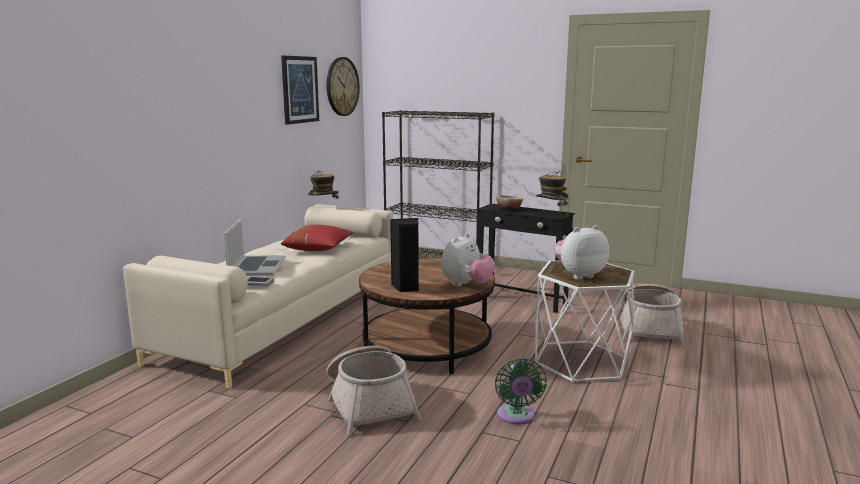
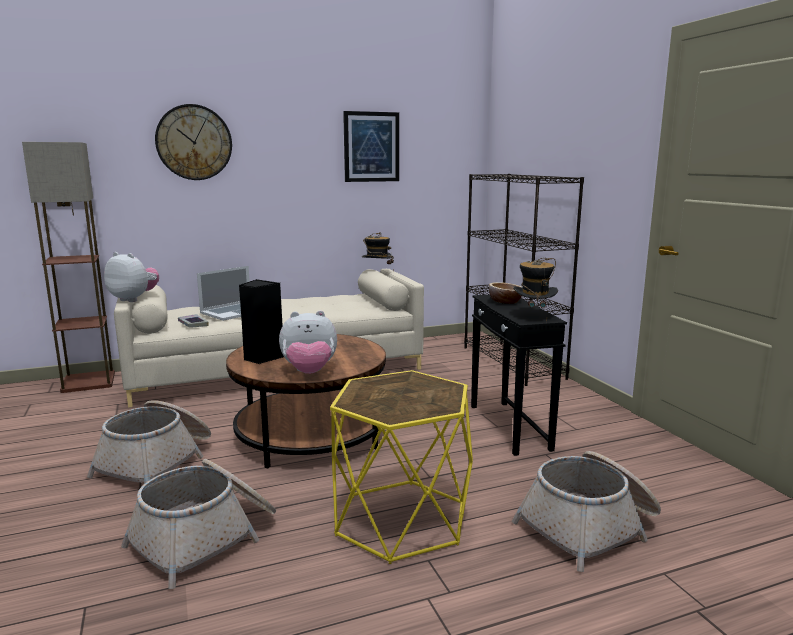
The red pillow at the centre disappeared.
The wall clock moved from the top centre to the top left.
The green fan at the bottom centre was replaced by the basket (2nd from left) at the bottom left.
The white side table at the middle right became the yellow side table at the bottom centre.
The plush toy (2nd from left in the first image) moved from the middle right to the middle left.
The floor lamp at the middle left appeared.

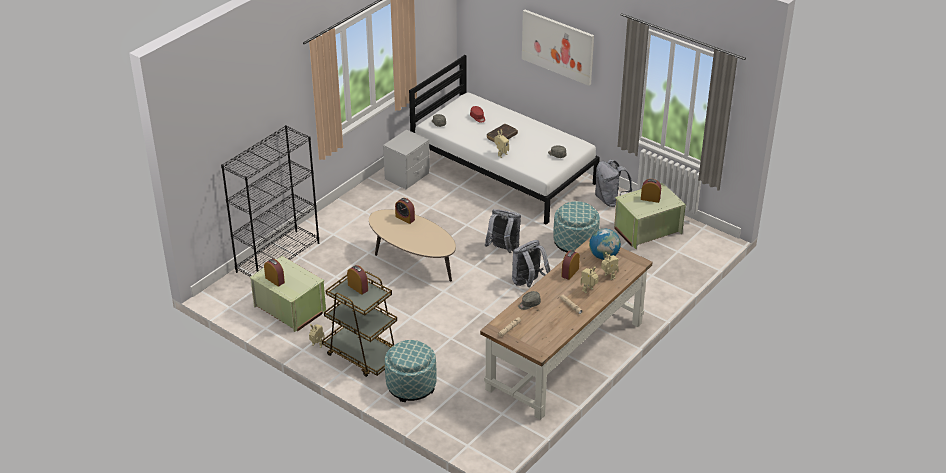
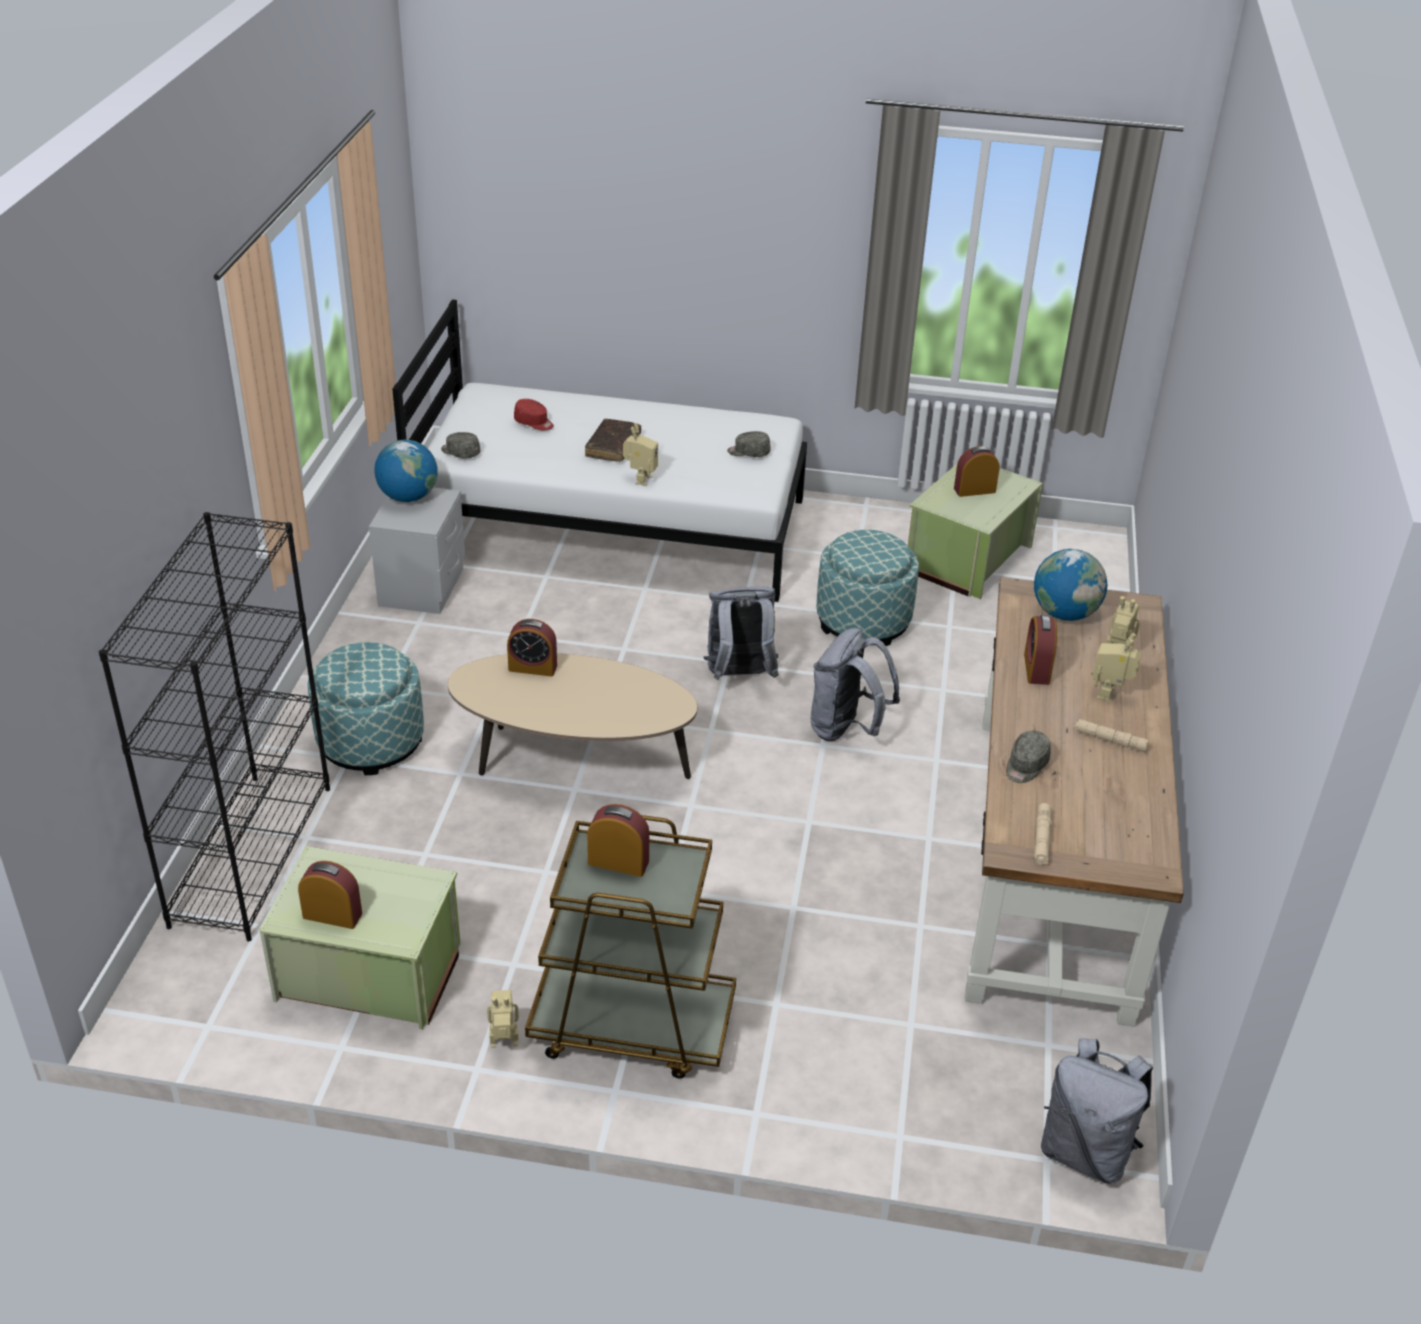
The ottoman (1st from left) moved from the bottom centre to the middle left.
The picture at the top centre disappeared.
The grey backpack (3rd from left) moved from the centre to the bottom right.
The globe (1st from left) at the middle left appeared.

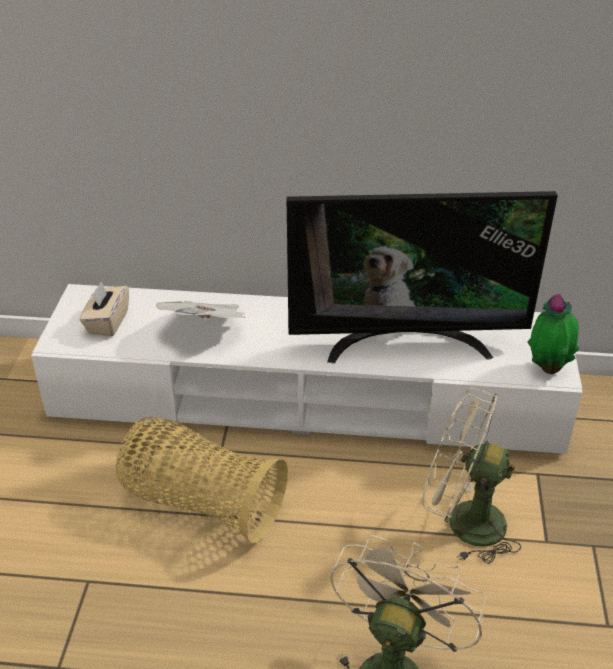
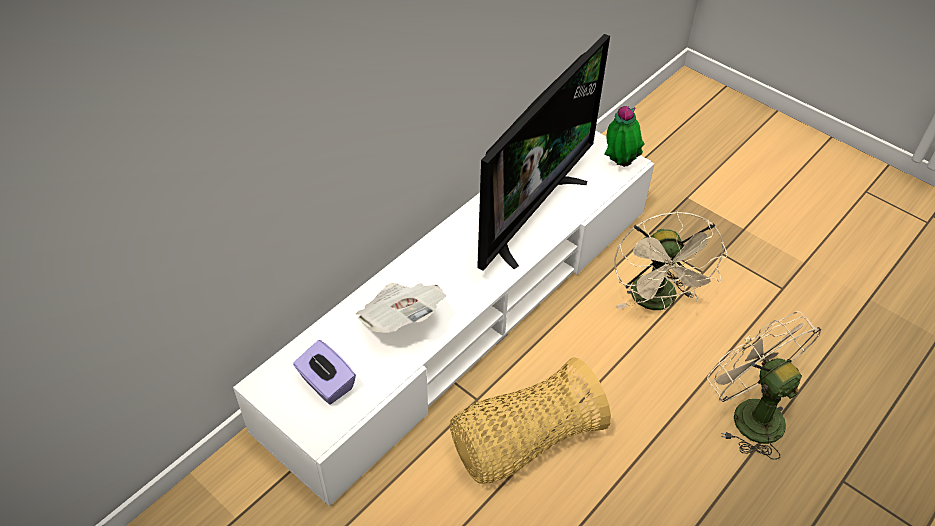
The beige tissue box at the middle left became the purple tissue box at the bottom centre.
The beige fan (2nd from left in the first image) at the bottom right turned 60 degrees counterclockwise.

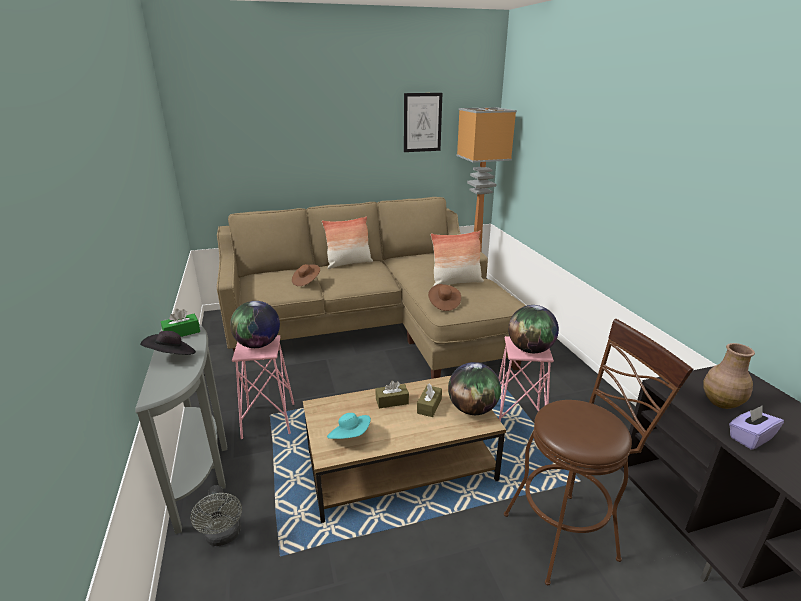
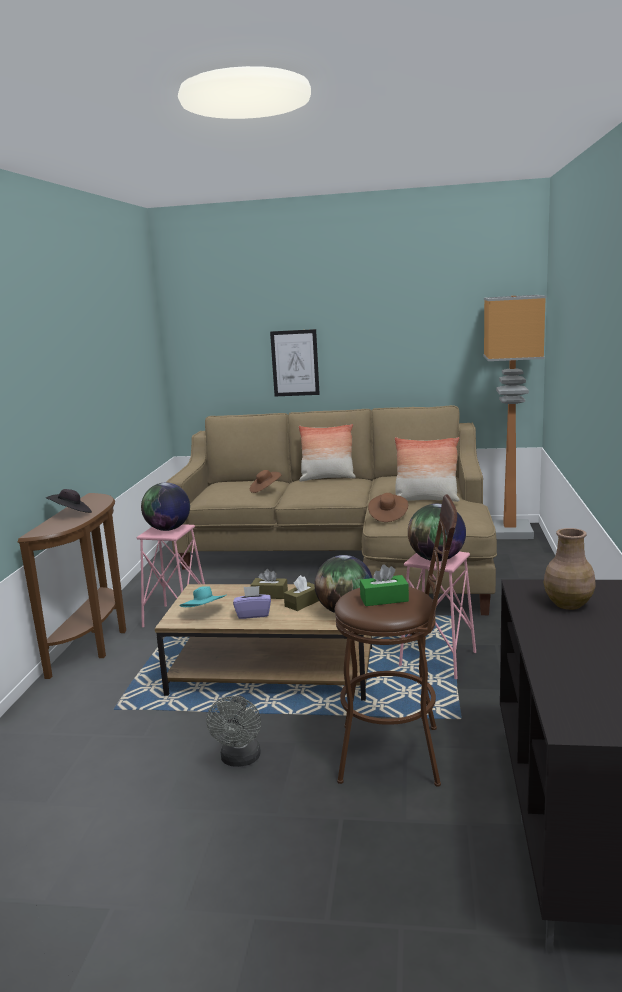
The grey console table at the bottom left became the brown console table at the middle left.
The green tissue box moved from the middle left to the centre.
The grey fan moved from the bottom left to the bottom centre.
The picture moved from the top centre to the centre.
The purple tissue box moved from the bottom right to the centre.

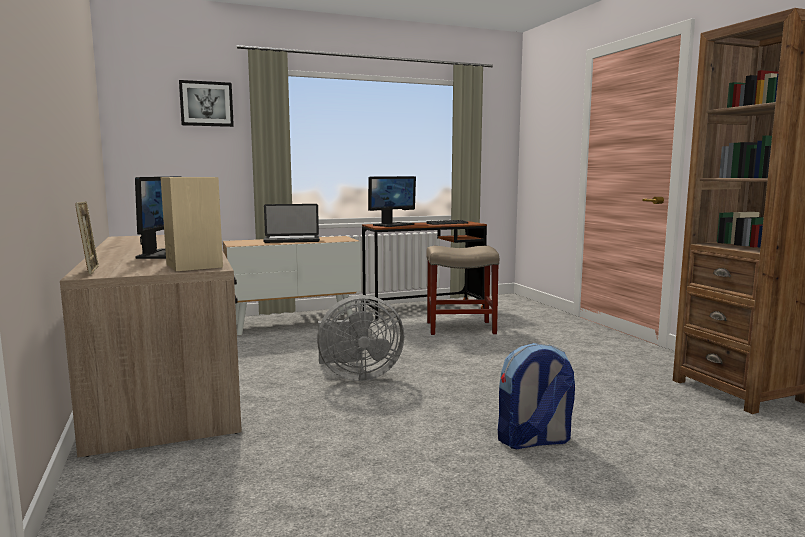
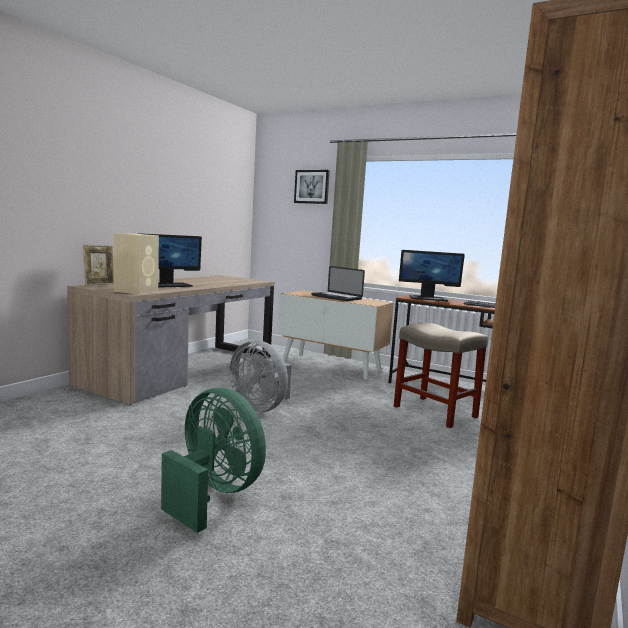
The backpack at the bottom centre was replaced by the green fan at the bottom centre.

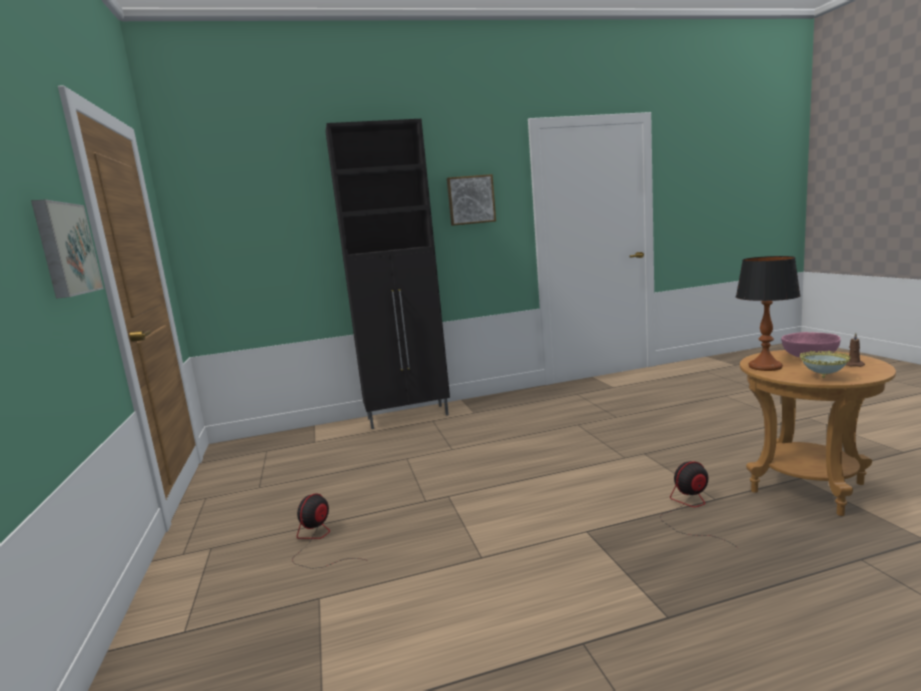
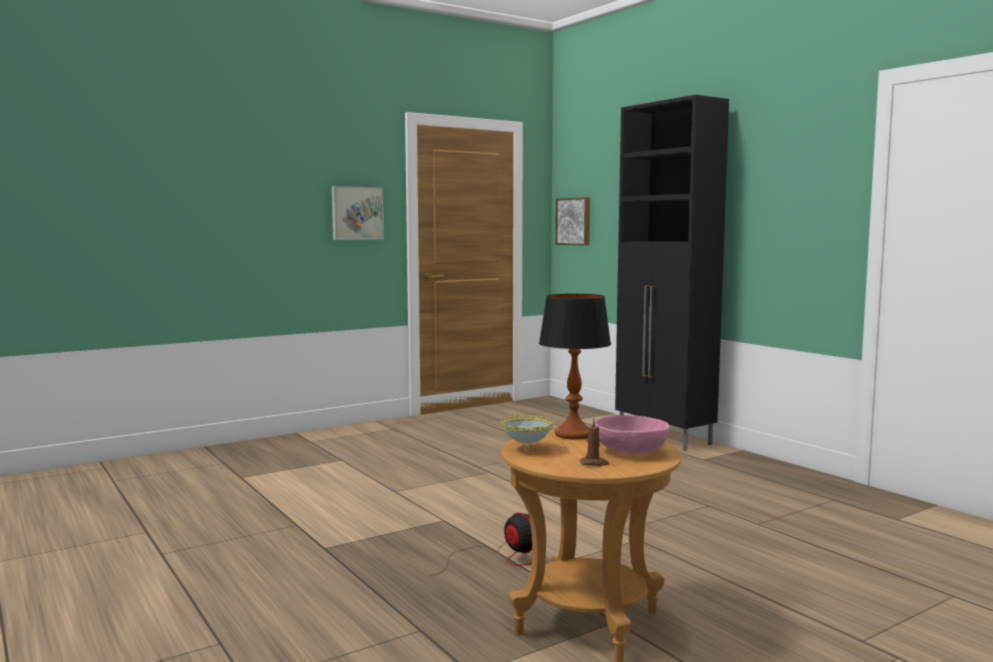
The fan (1st from left) at the bottom centre disappeared.
The picture (2nd from left) moved from the top centre to the centre.

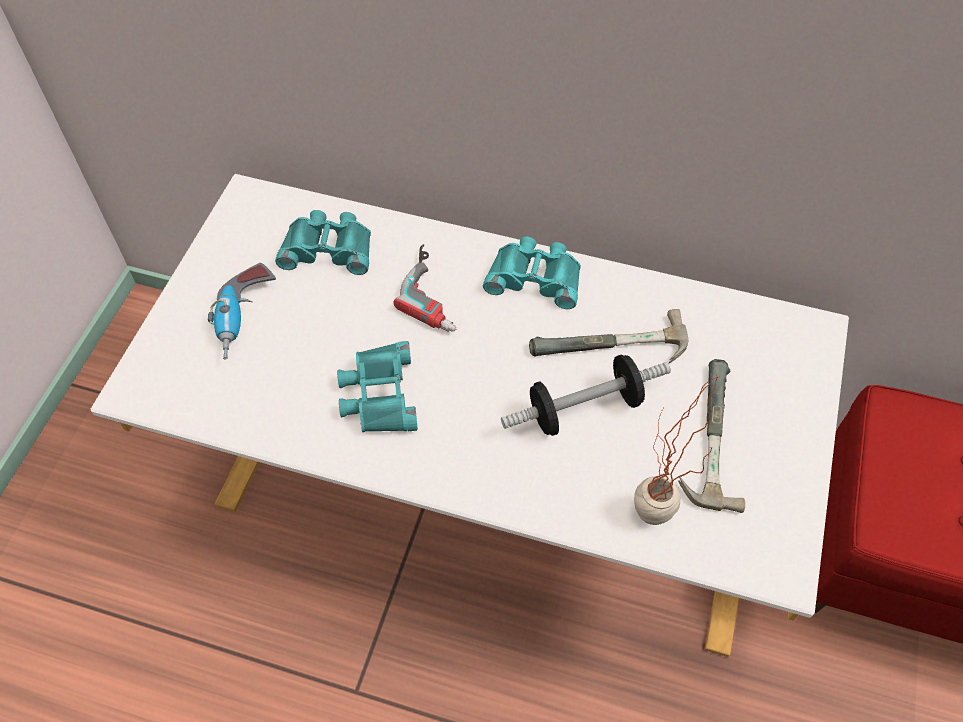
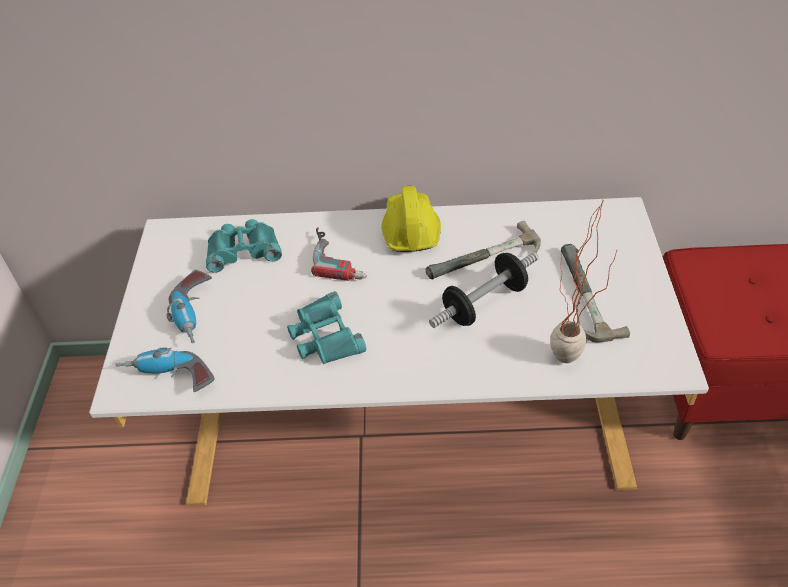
The turquoise binoculars (3rd from left) at the centre was replaced by the yellow hard hat at the centre.
The power drill (1st from left) at the middle left appeared.

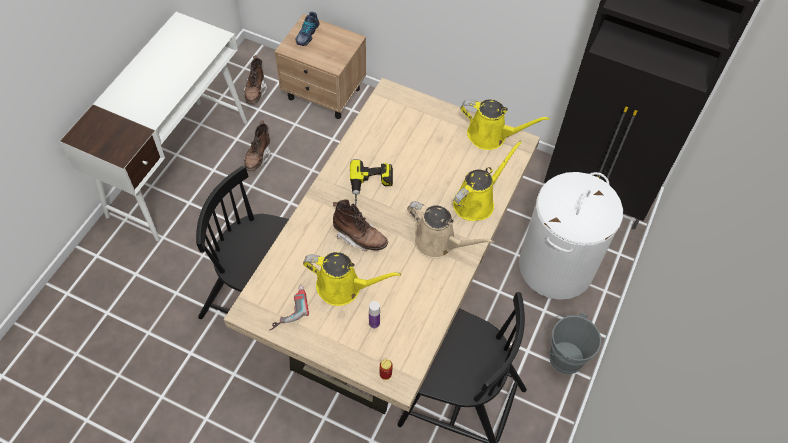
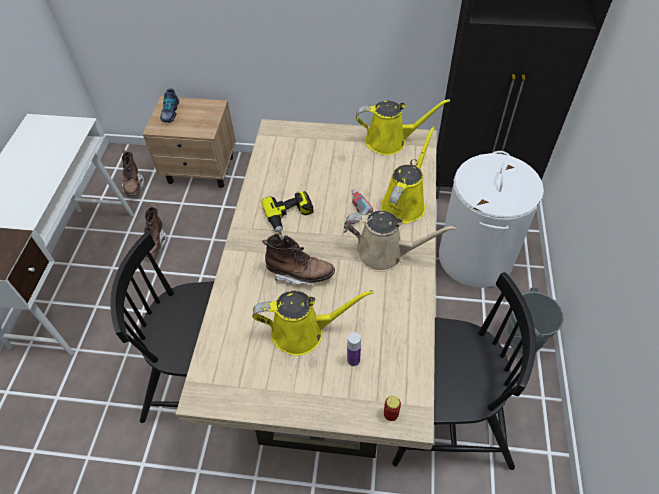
The power drill (1st from left in the first image) moved from the bottom centre to the centre.

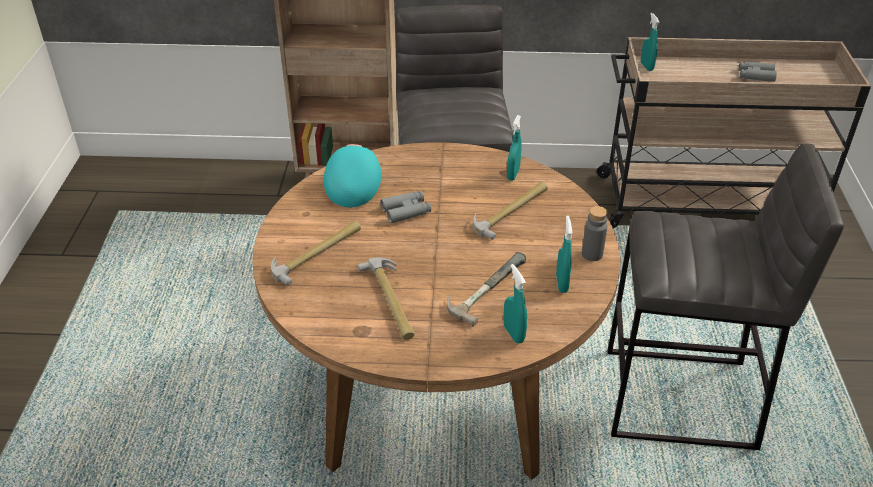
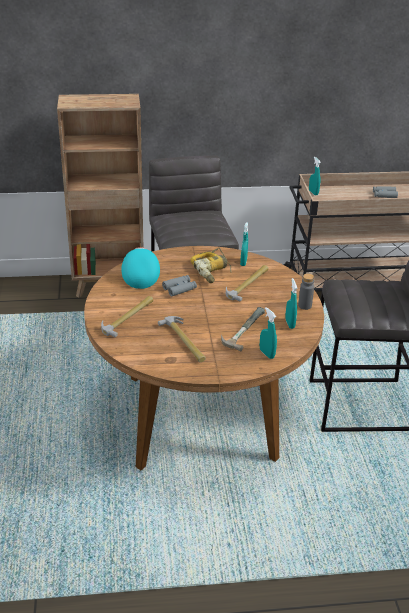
The power drill at the centre appeared.

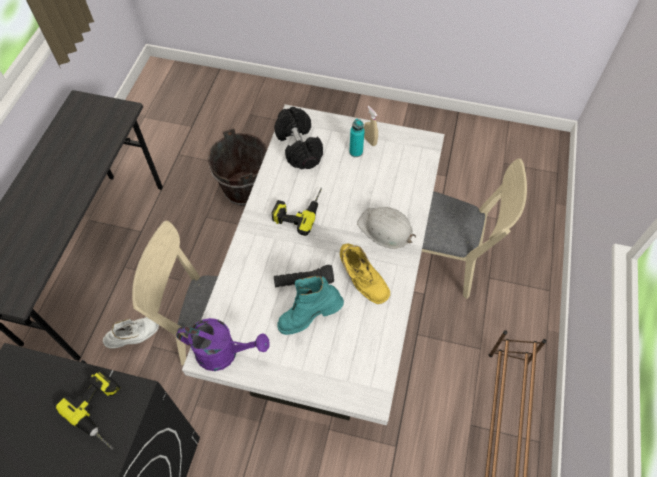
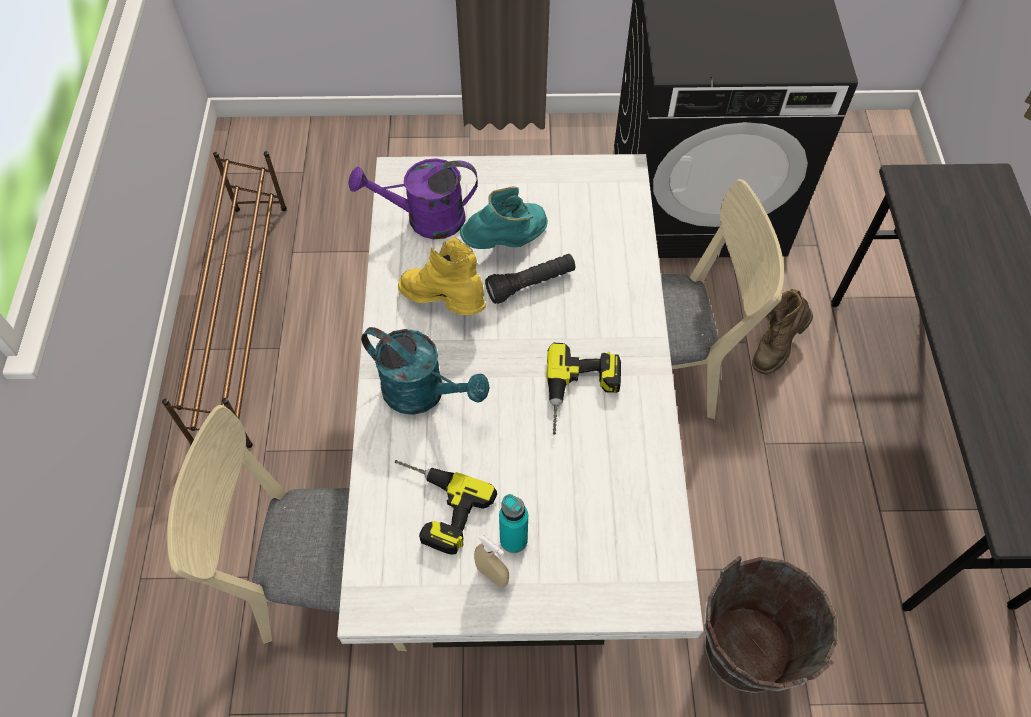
The power drill (1st from left) moved from the bottom left to the bottom centre.
The white boot at the bottom left became the brown boot at the middle right.
The purple watering can moved from the bottom centre to the top centre.
The black dumbbell at the top centre disappeared.
The white hard hat at the centre was replaced by the turquoise watering can at the centre.

